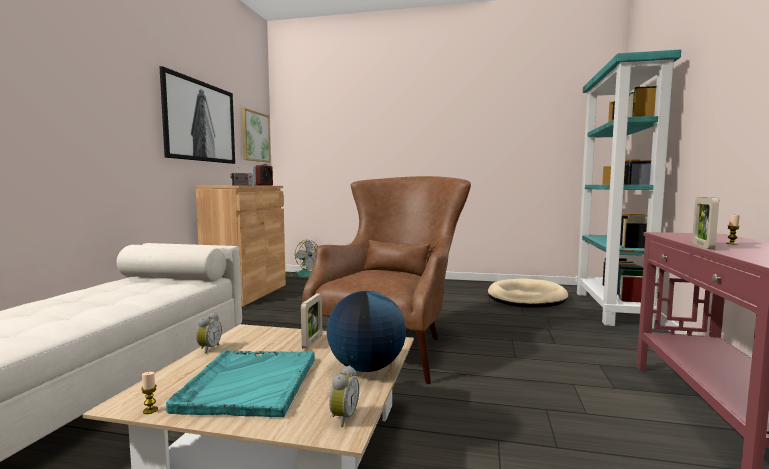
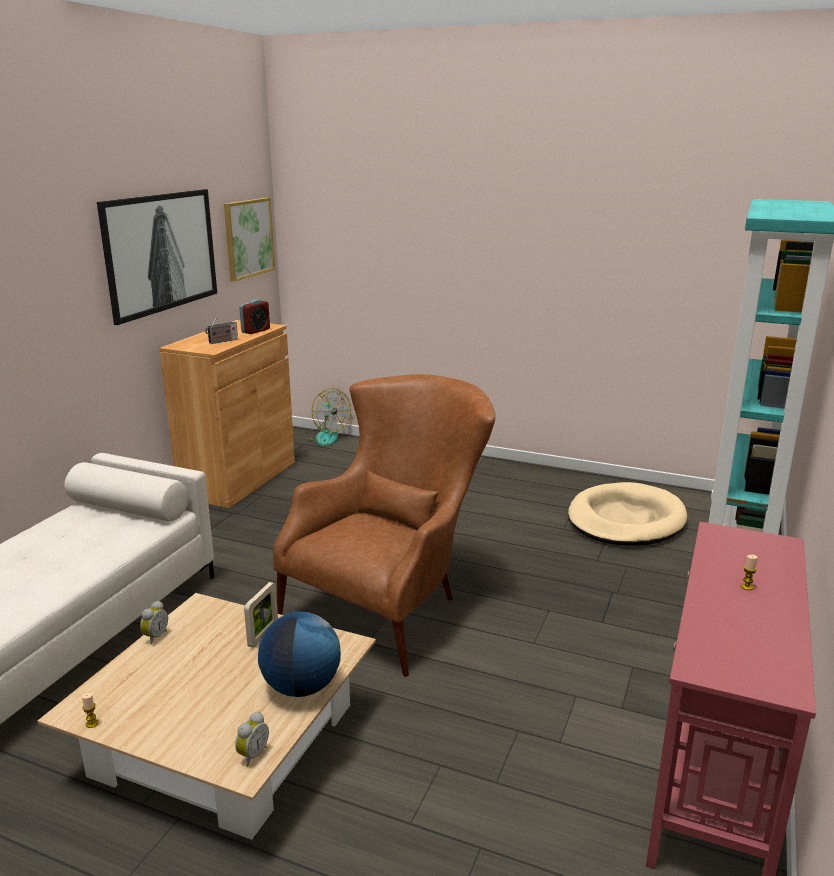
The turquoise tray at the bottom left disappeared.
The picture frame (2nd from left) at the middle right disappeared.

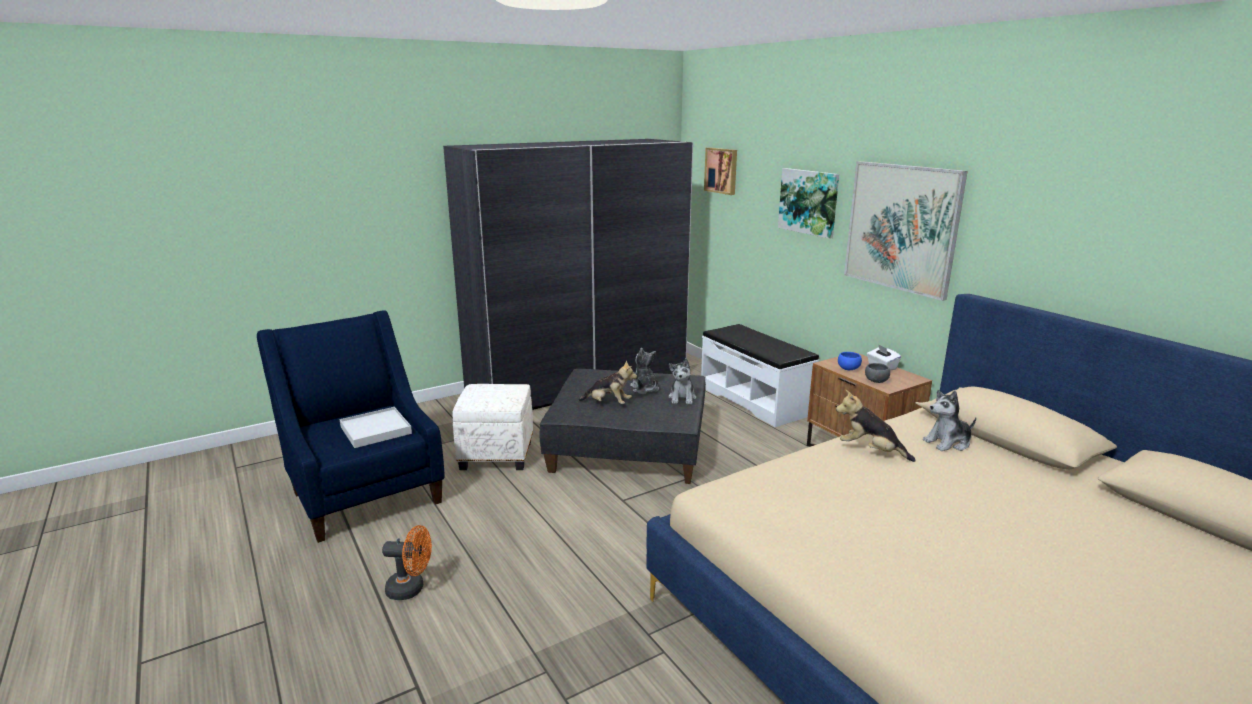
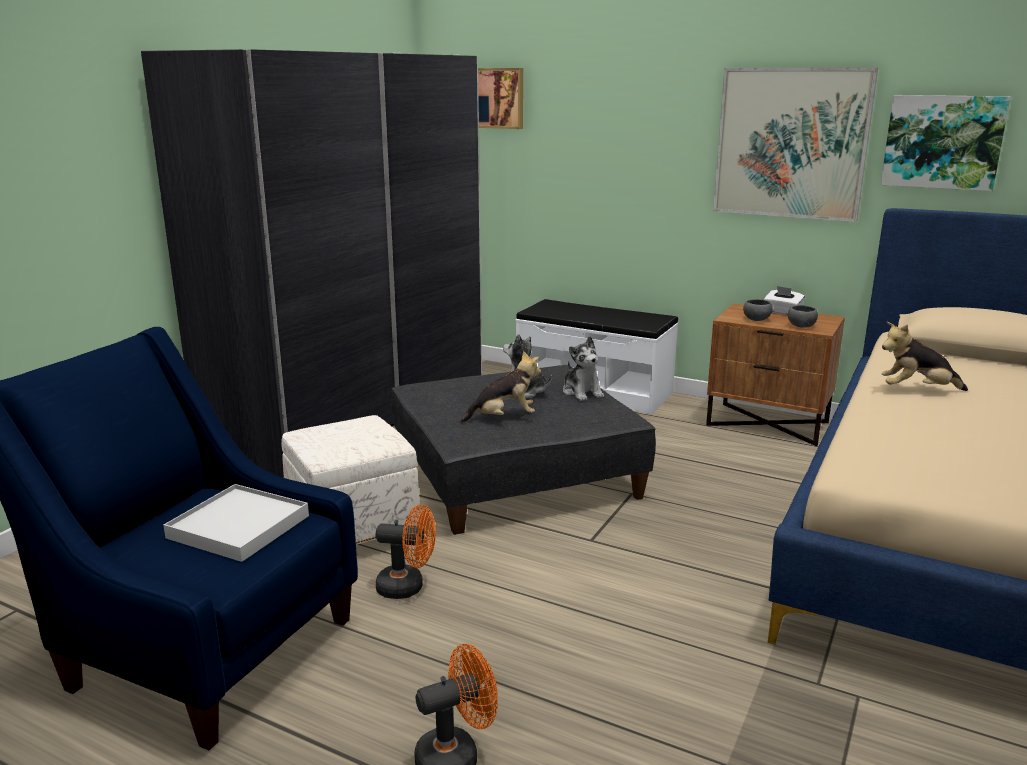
The picture (2nd from left in the first image) moved from the top centre to the top right.
The blue bowl at the middle right became the grey bowl (1st from left) at the middle right.
The plush toy (5th from left) at the middle right disappeared.
The orange fan (1st from left) at the bottom centre appeared.

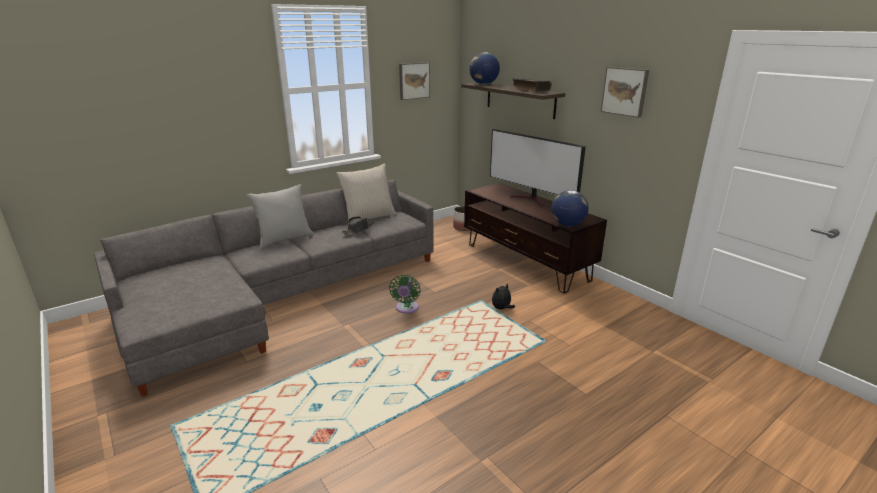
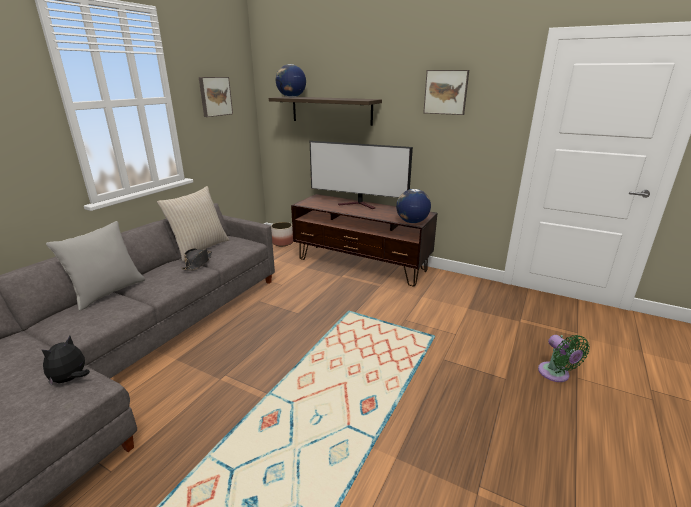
The green fan moved from the centre to the bottom right.
The plush toy moved from the centre to the bottom left.
The book at the top centre disappeared.

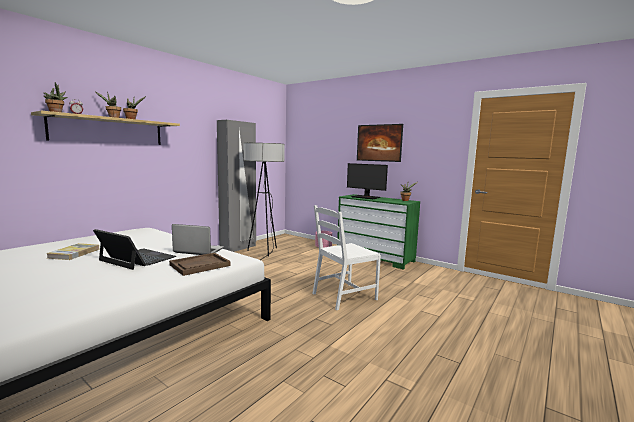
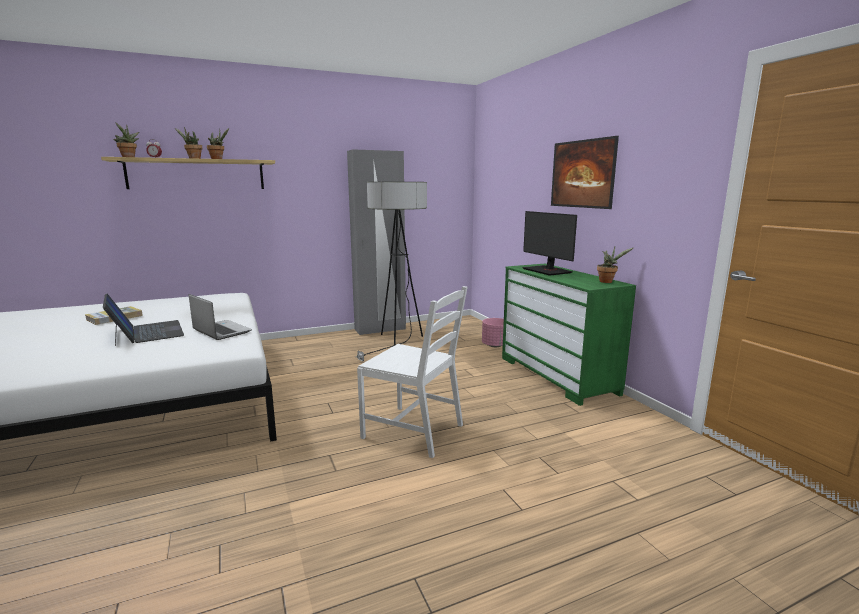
The brown tray at the middle left disappeared.
The white chair at the centre turned 150 degrees counterclockwise.

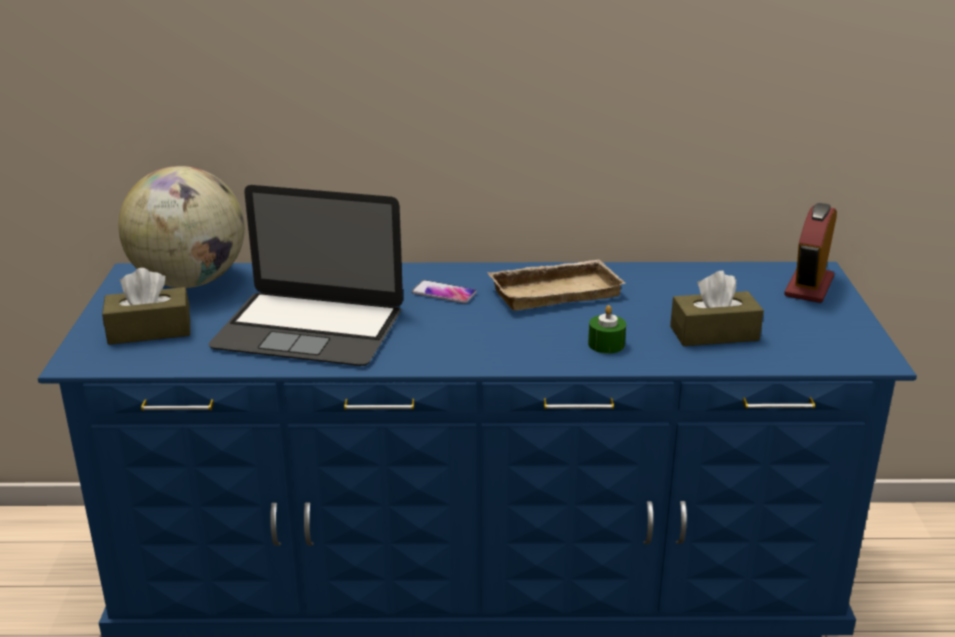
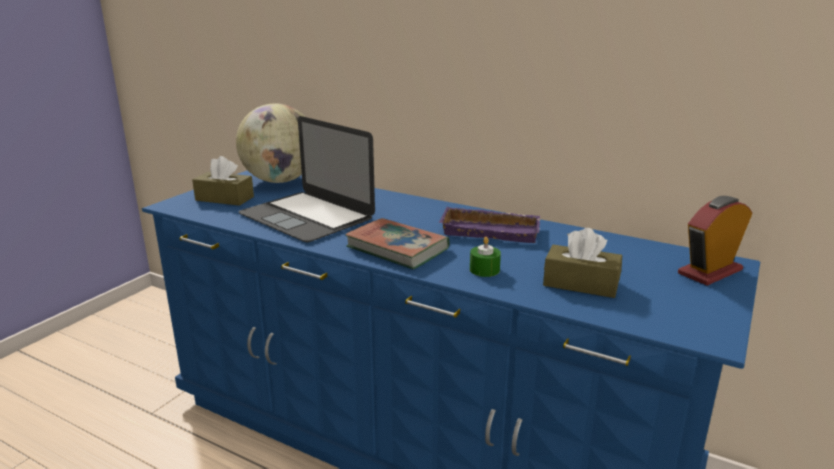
The phone at the centre disappeared.
The beige tray at the centre became the purple tray at the centre.
The book at the centre appeared.

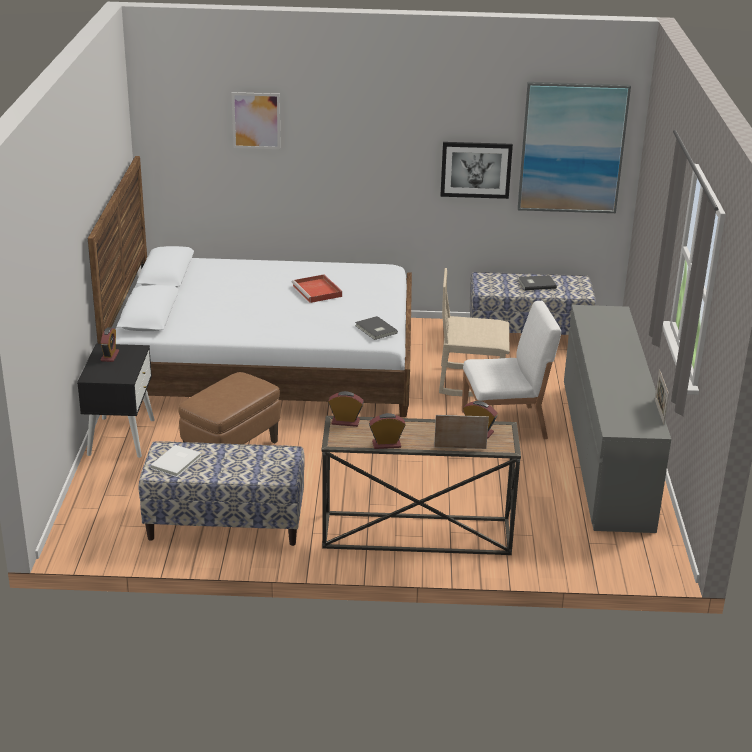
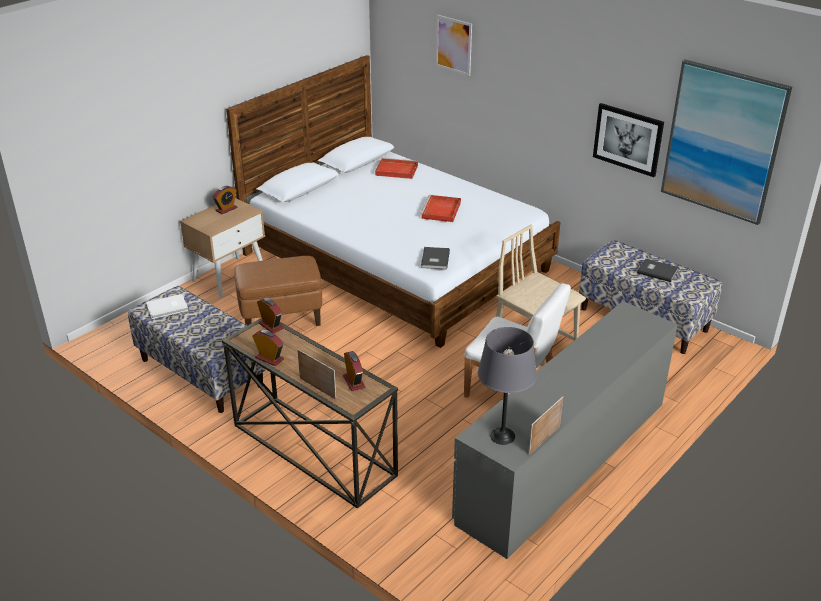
The black nightstand at the middle left became the beige nightstand at the middle left.
The red tray (1st from left) at the top centre appeared.
The grey table lamp at the centre appeared.

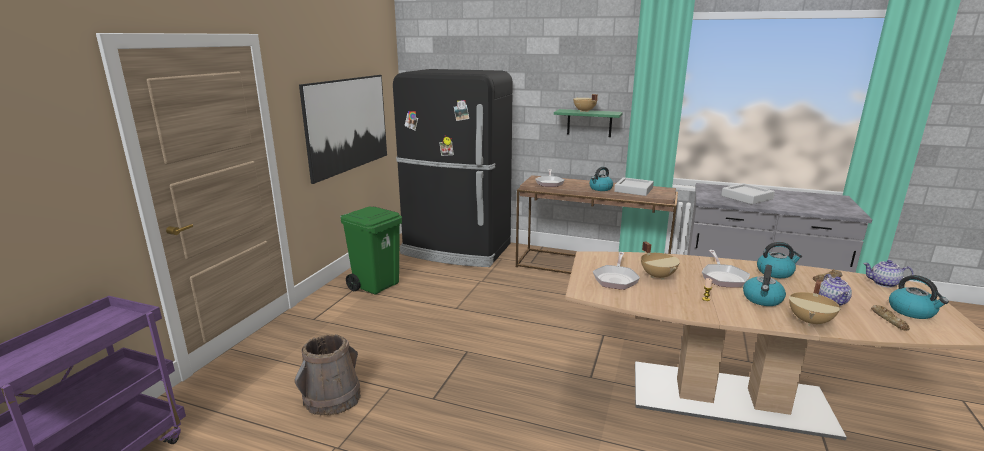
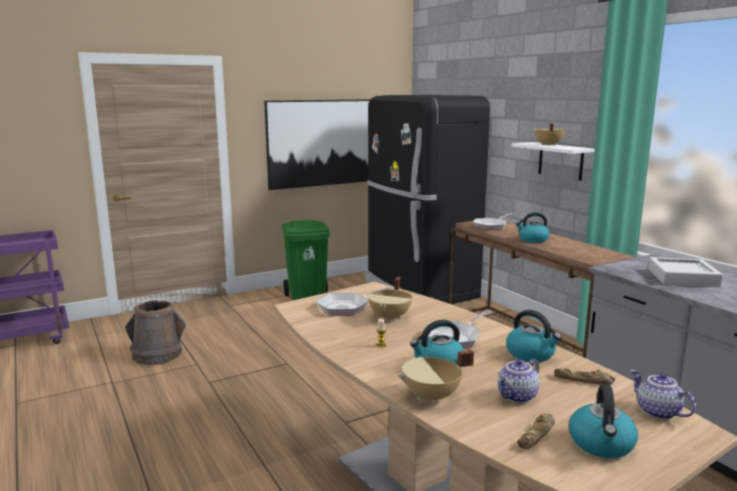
The green shelf at the top centre became the white shelf at the top right.
The grey tray (1st from left) at the centre disappeared.

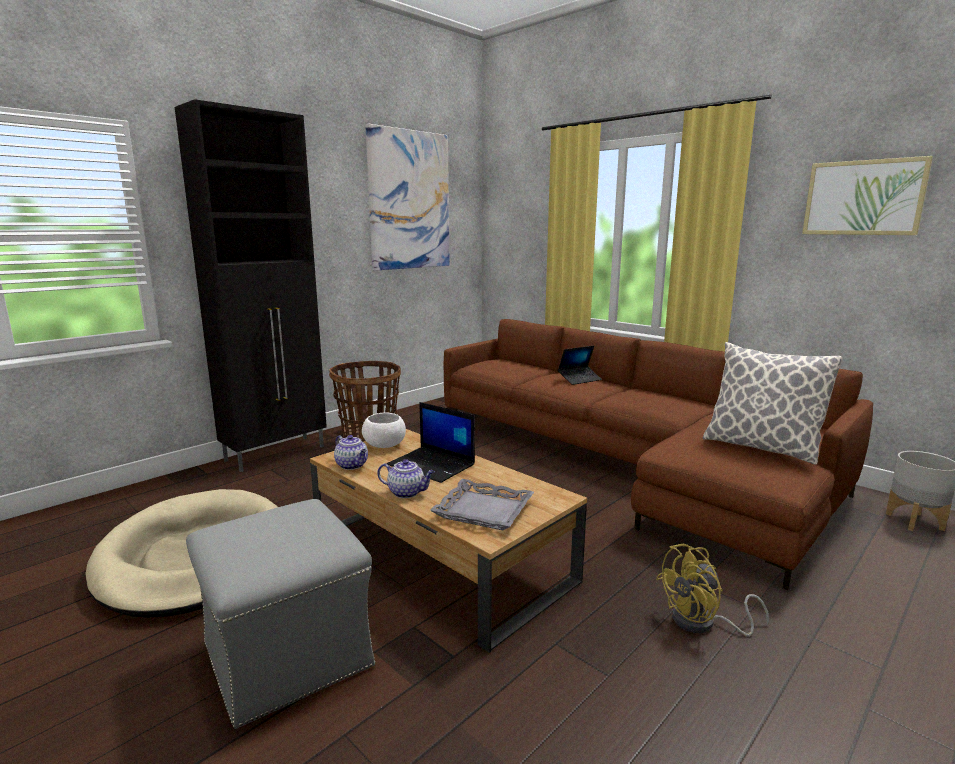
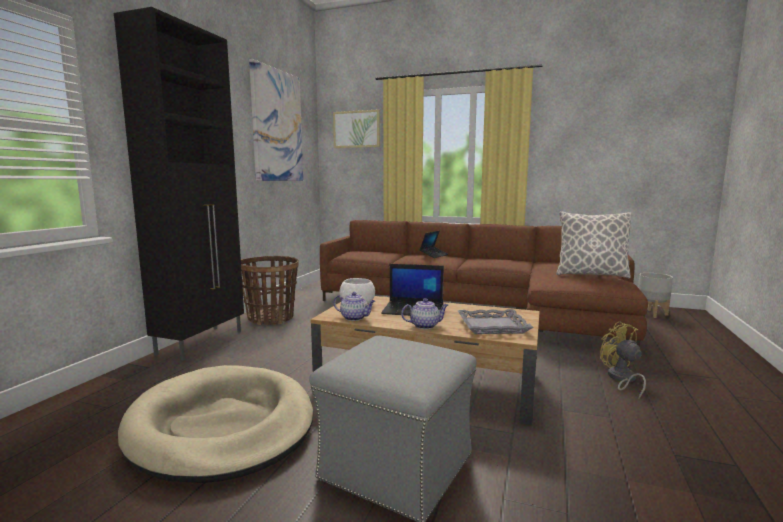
The yellow fan at the bottom right turned 120 degrees clockwise.
The picture (2nd from left) moved from the top right to the top centre.

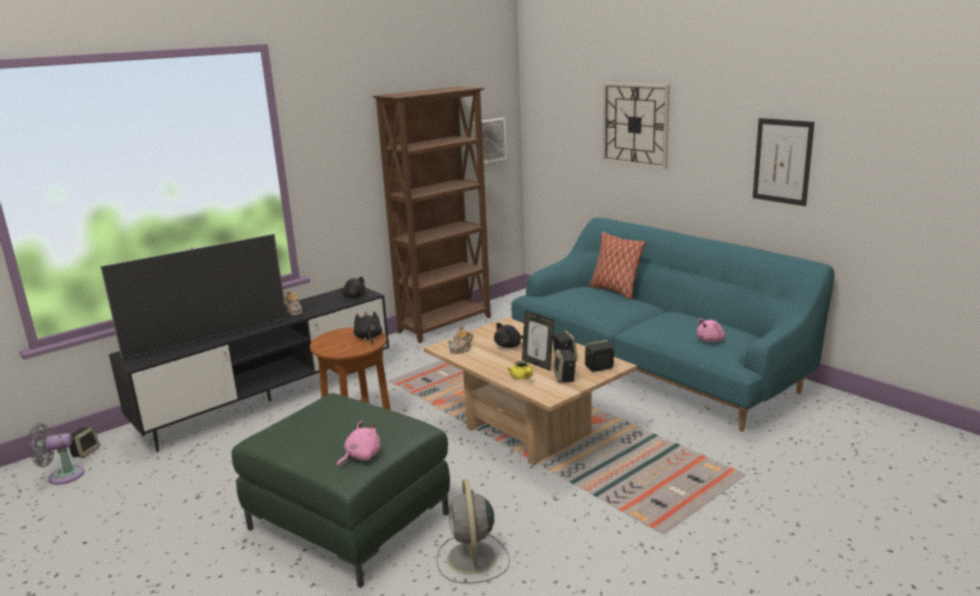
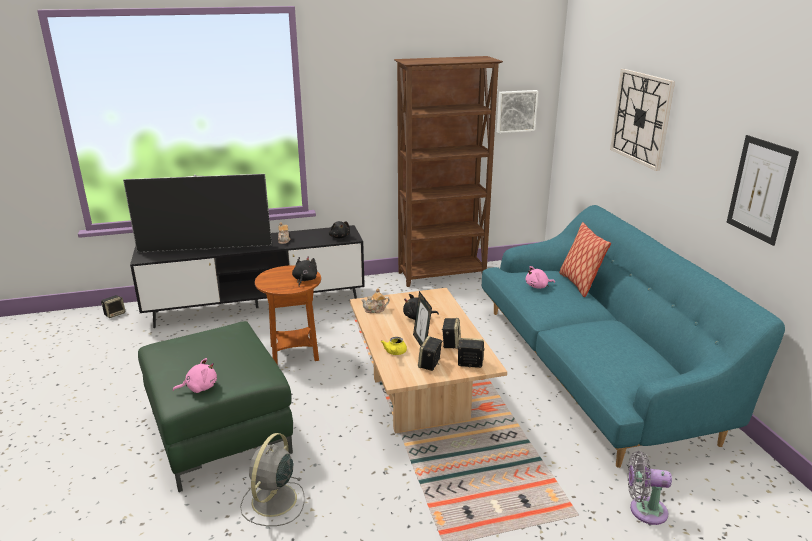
The grey fan (1st from left in the first image) moved from the bottom left to the bottom right.
The pink plush toy (2nd from left) moved from the middle right to the centre.

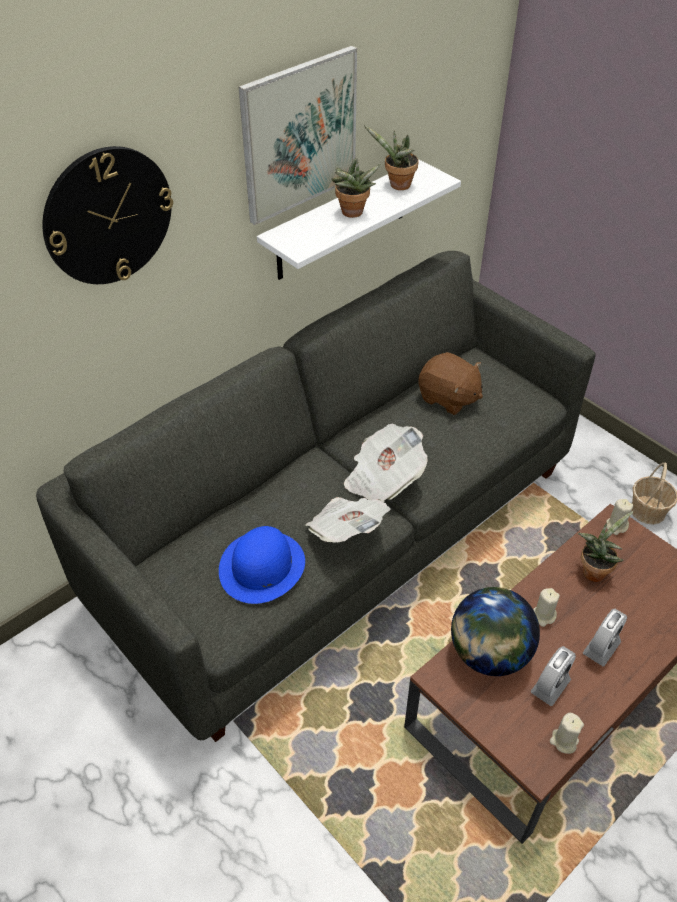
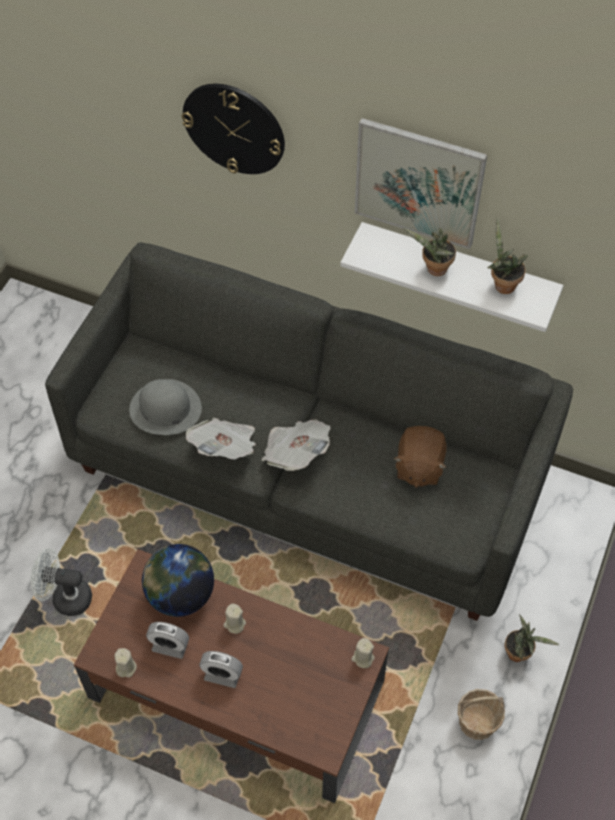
The blue hat at the centre became the grey hat at the middle left.
The potted plant (3rd from left) moved from the middle right to the bottom right.
The white fan at the bottom left appeared.

